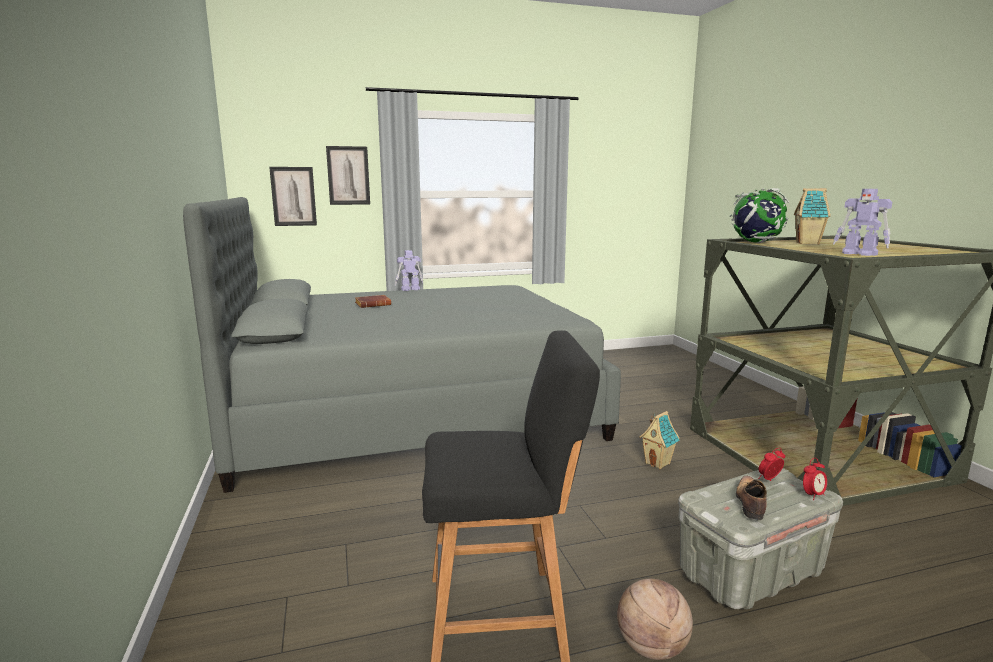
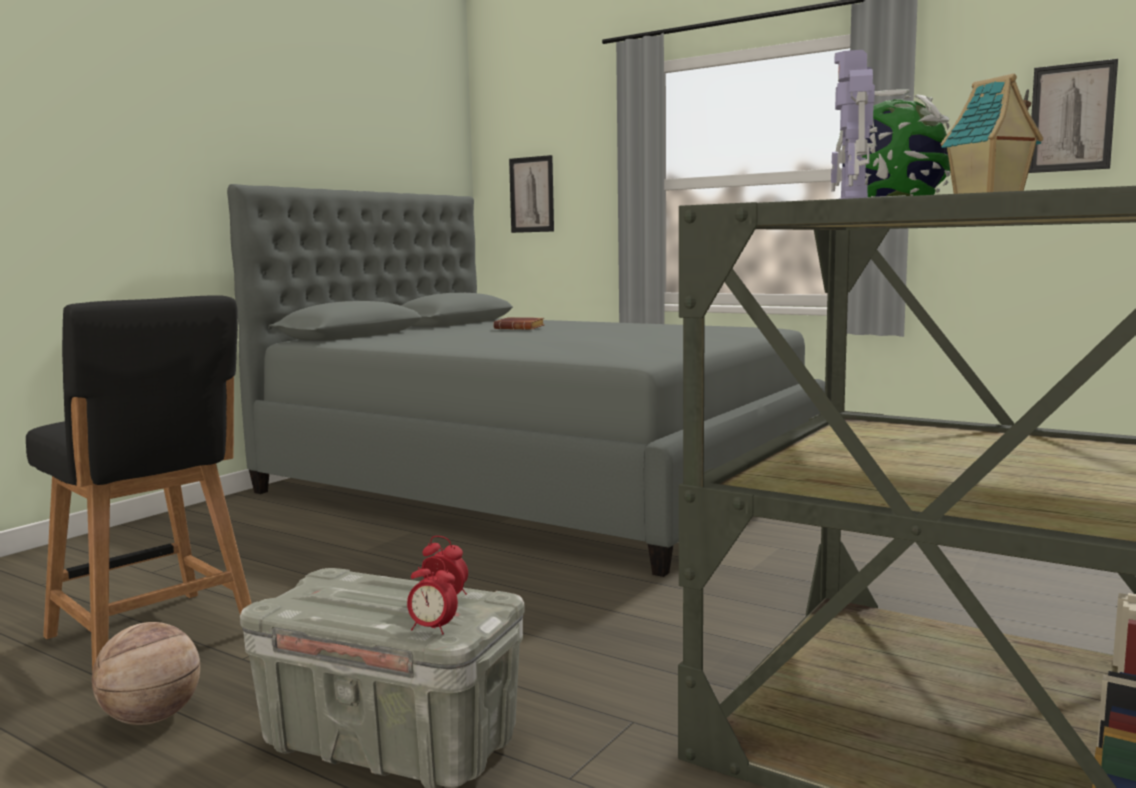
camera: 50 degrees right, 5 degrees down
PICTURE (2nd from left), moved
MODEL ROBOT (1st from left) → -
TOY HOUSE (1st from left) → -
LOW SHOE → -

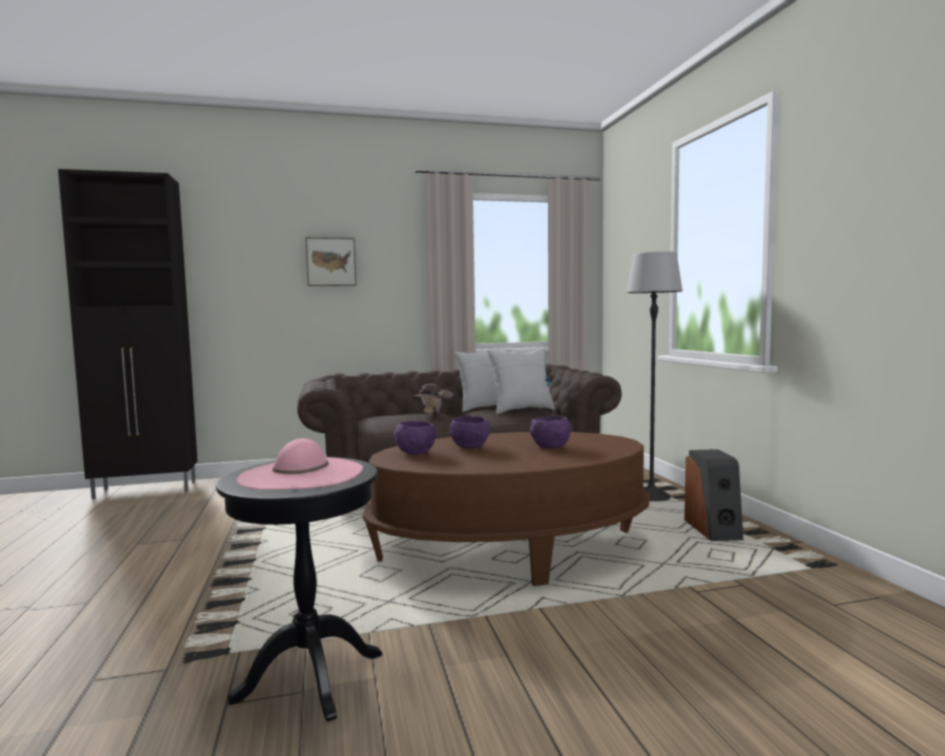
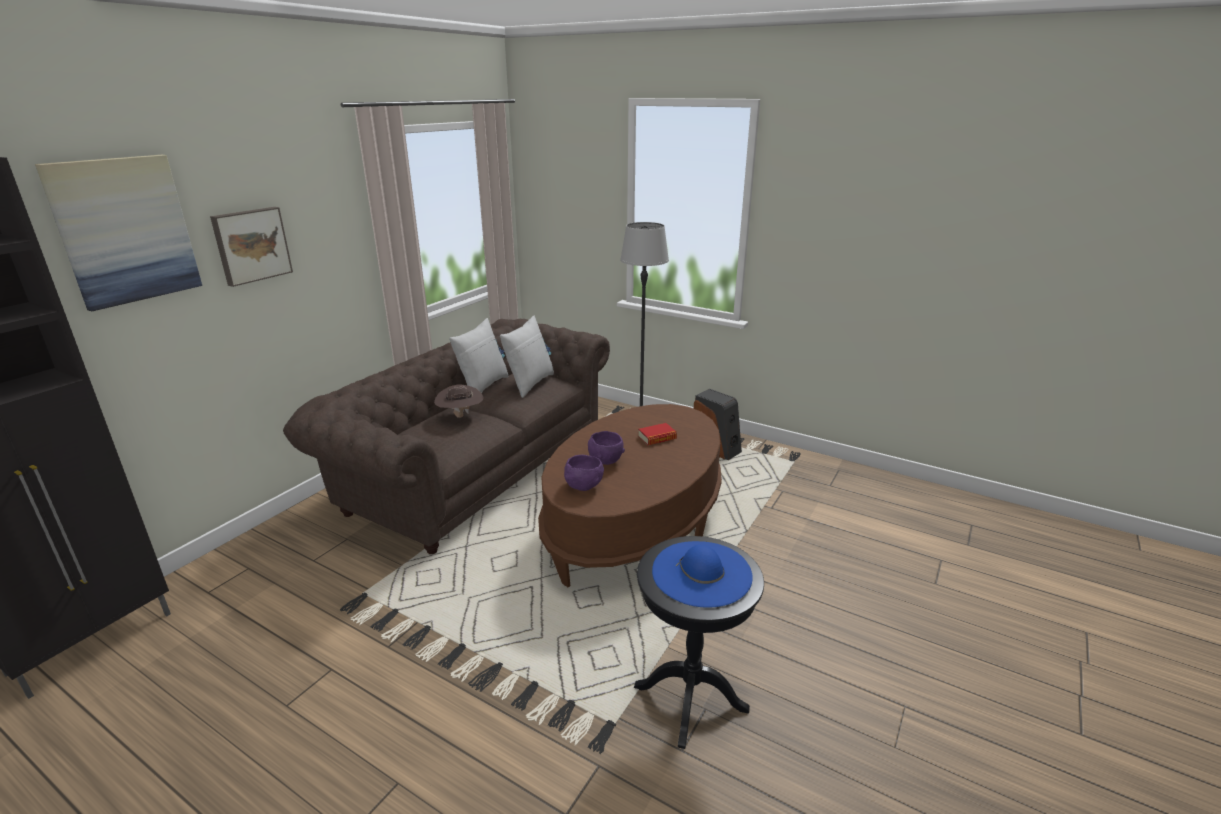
camera: 45 degrees left, 20 degrees up
PINK CLOTHING HAT → BLUISH CLOTHING HAT
PURPLE BOWL (3rd from left) → BOUND BOOK
- → PICTURE (1st from left)

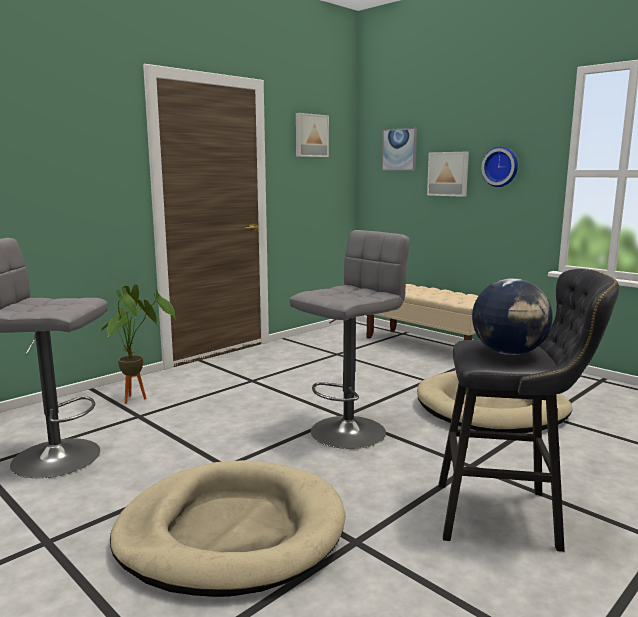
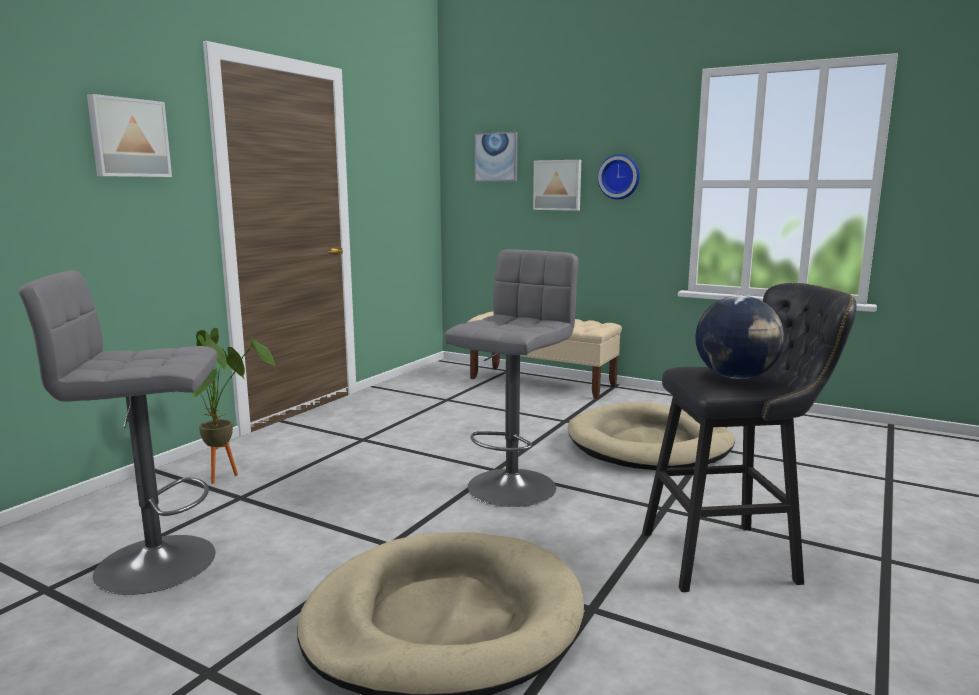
camera: 15 degrees left, 0 degrees up
PICTURE (1st from left), moved

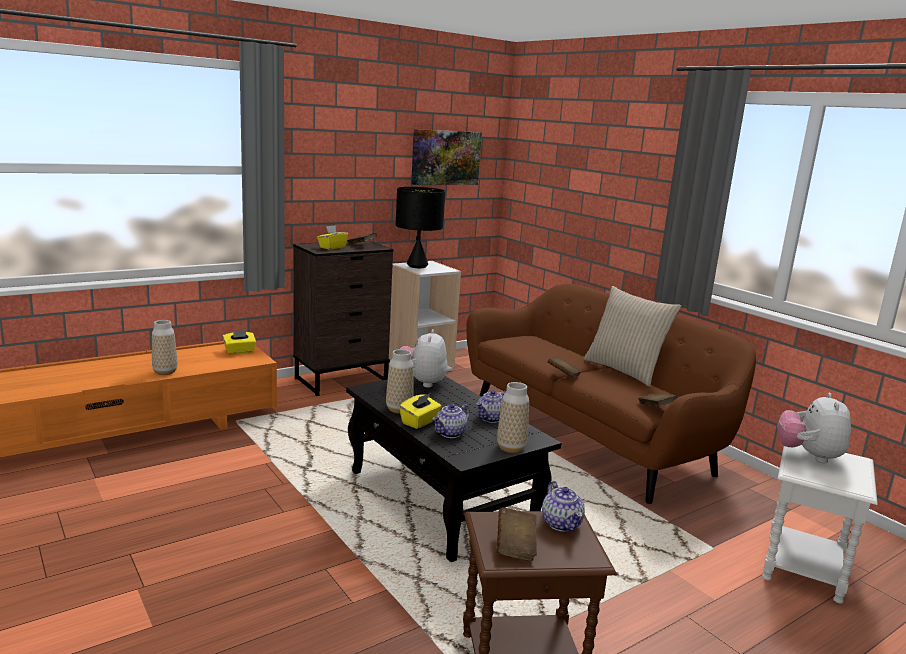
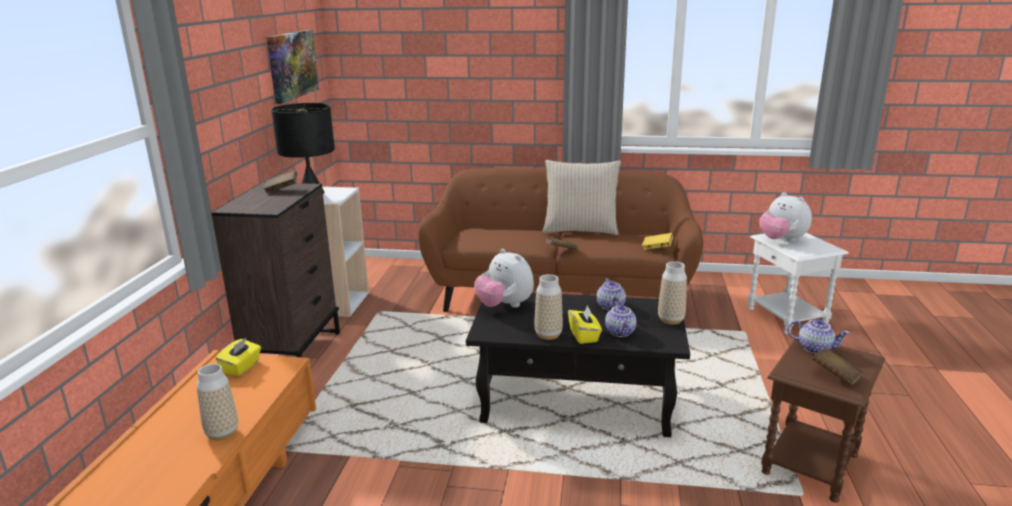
camera: 45 degrees left, 5 degrees up
YELLOW BOX OF TISSUES (2nd from left) → -
BROWNISH BOUND BOOK (4th from left) → YELLOW BOUND BOOK

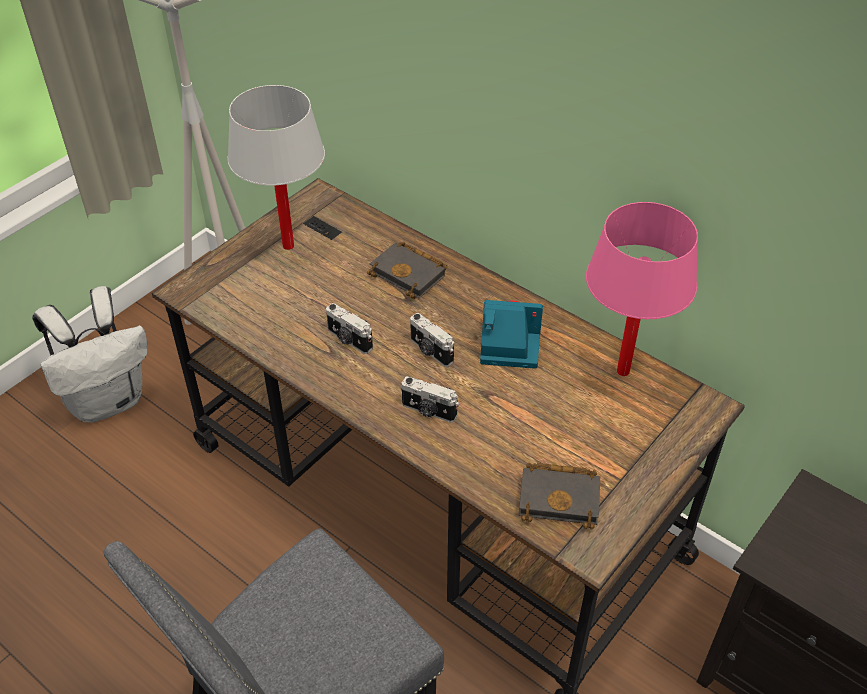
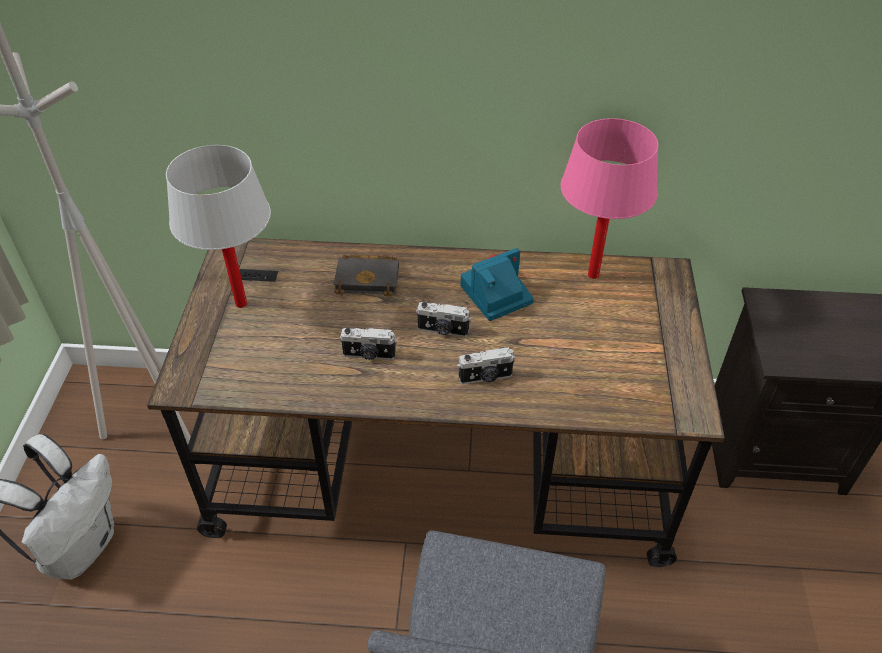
camera: 35 degrees left, 0 degrees up
BLACKISH BOUND BOOK (2nd from left) → -

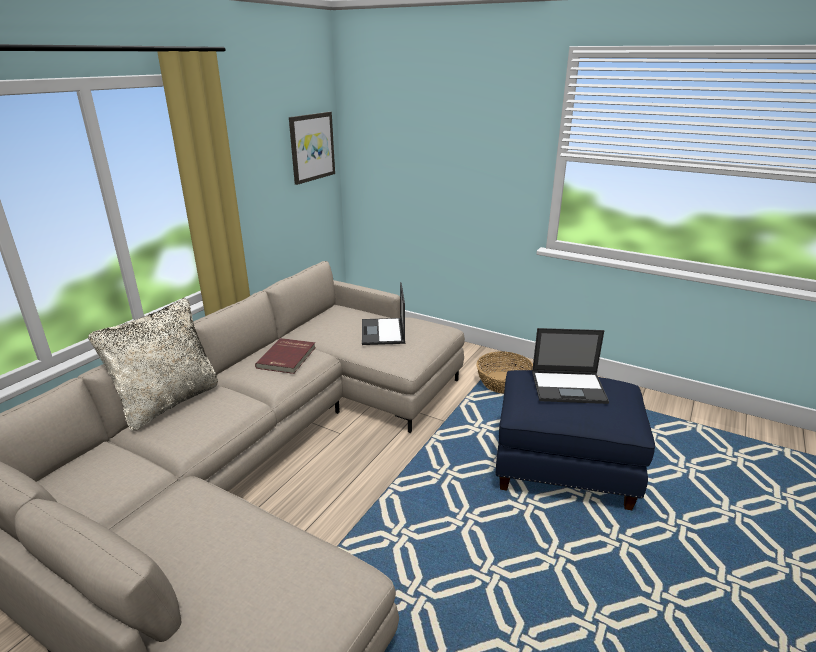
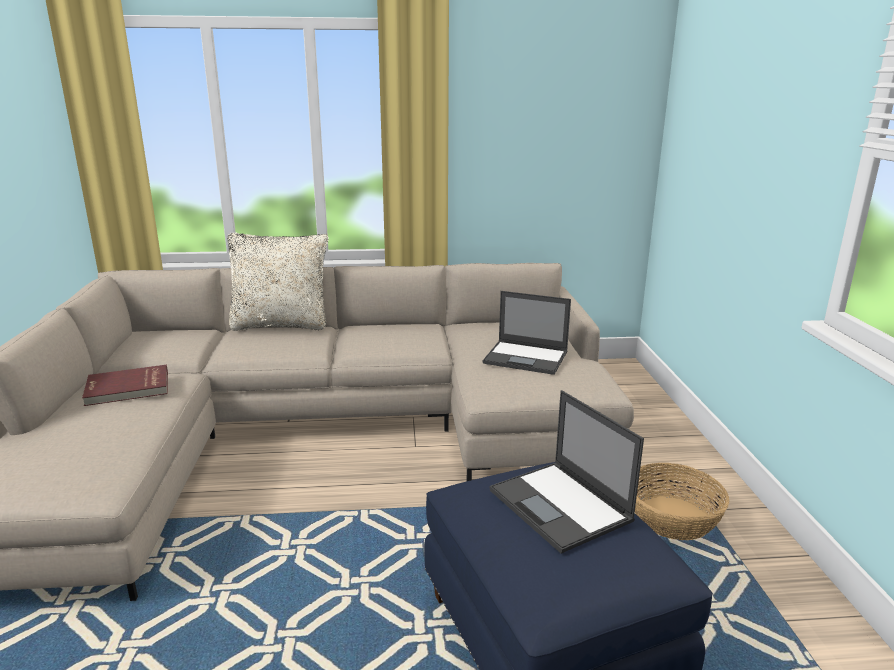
camera: 55 degrees right, 5 degrees down
RED BOUND BOOK, moved
PICTURE → -
LAPTOP (1st from left), 120 degrees counterclockwise

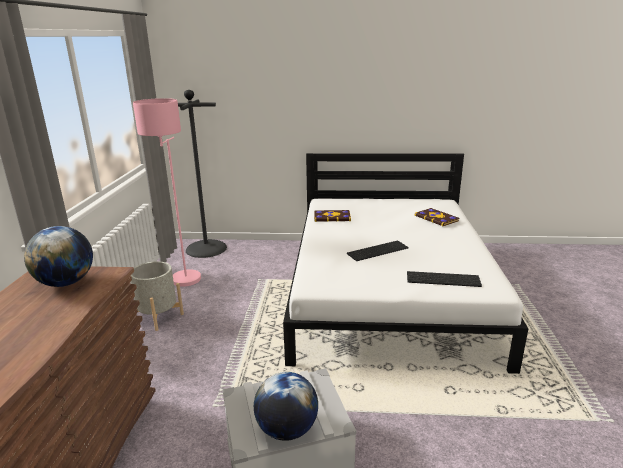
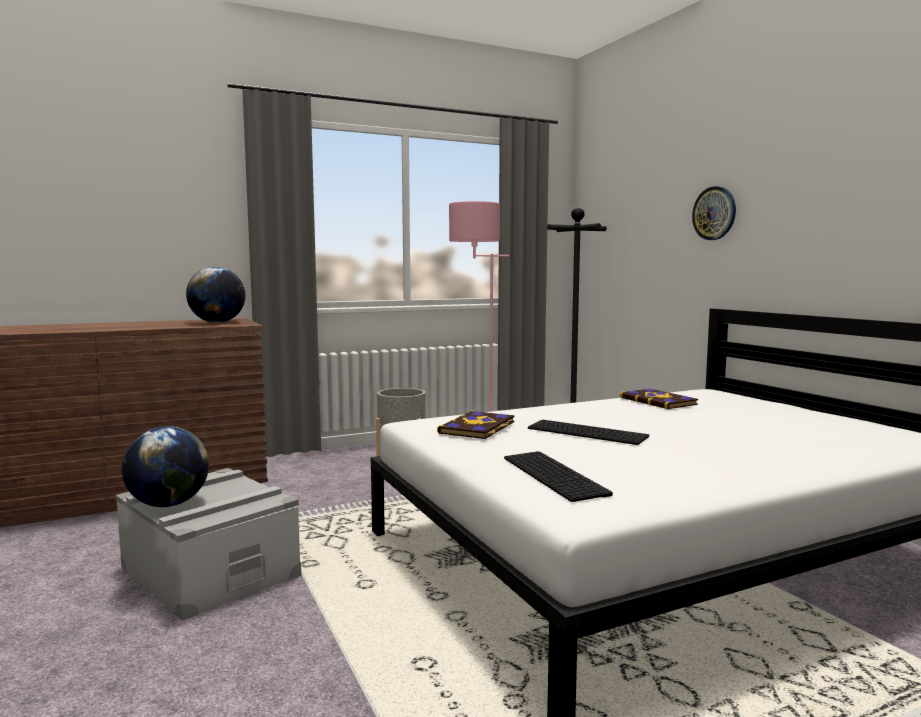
camera: 60 degrees right, 15 degrees down
BOUND BOOK (2nd from left in the first image) → BOUND BOOK (1st from left), moved
- → CLOCK ON THE WALL

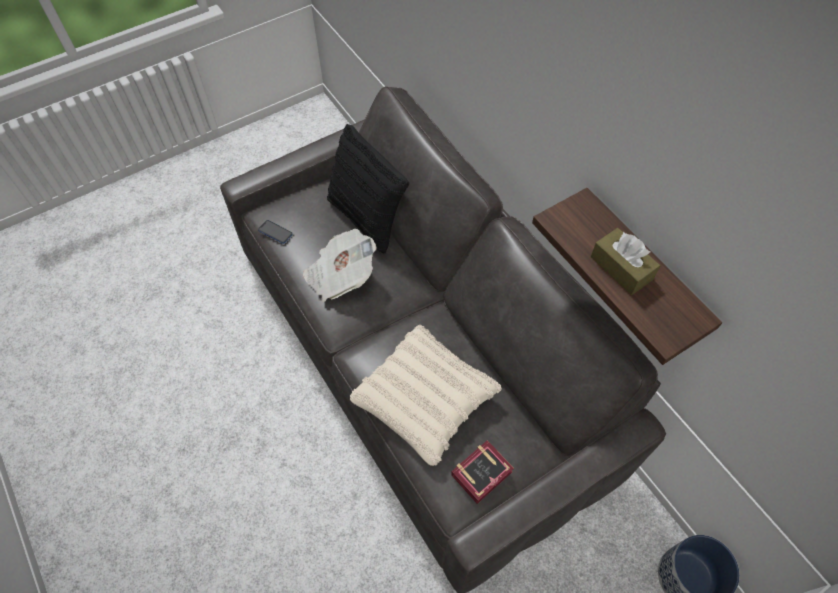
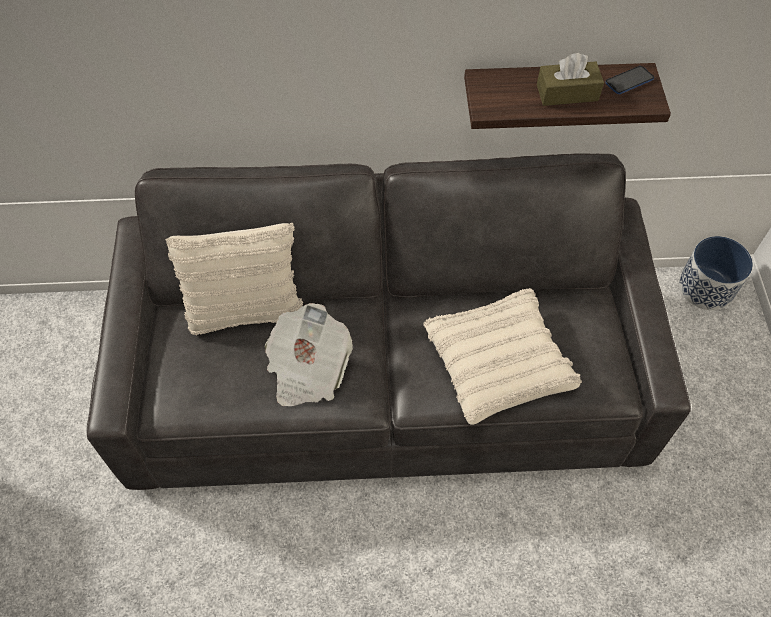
camera: 60 degrees left, 0 degrees up
PHONE, moved
BLACKISH CUSHION → BEIGE CUSHION (1st from left)
BOUND BOOK → -

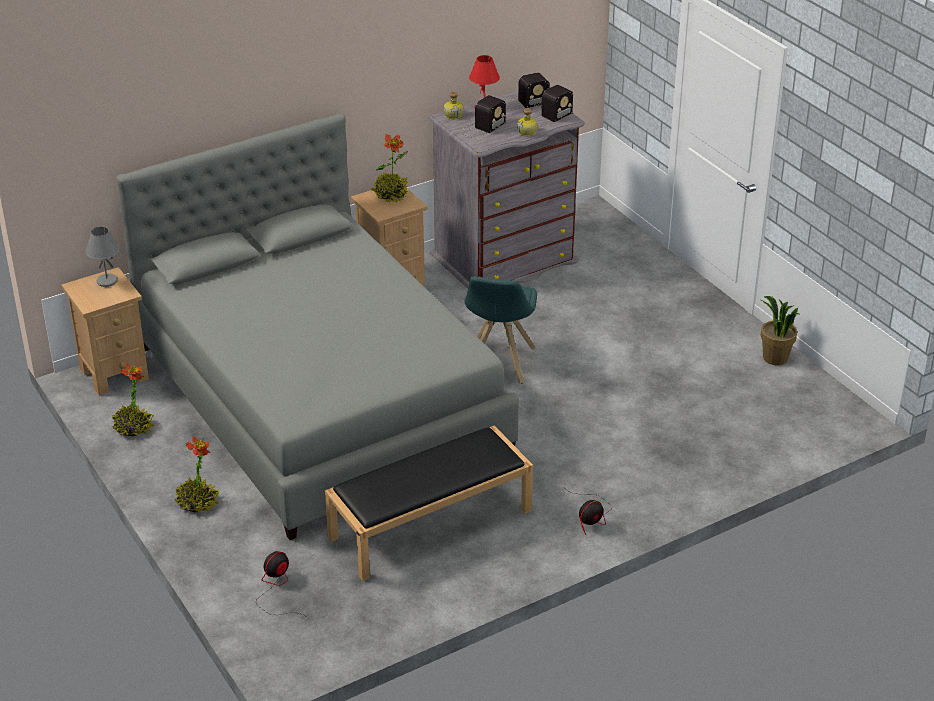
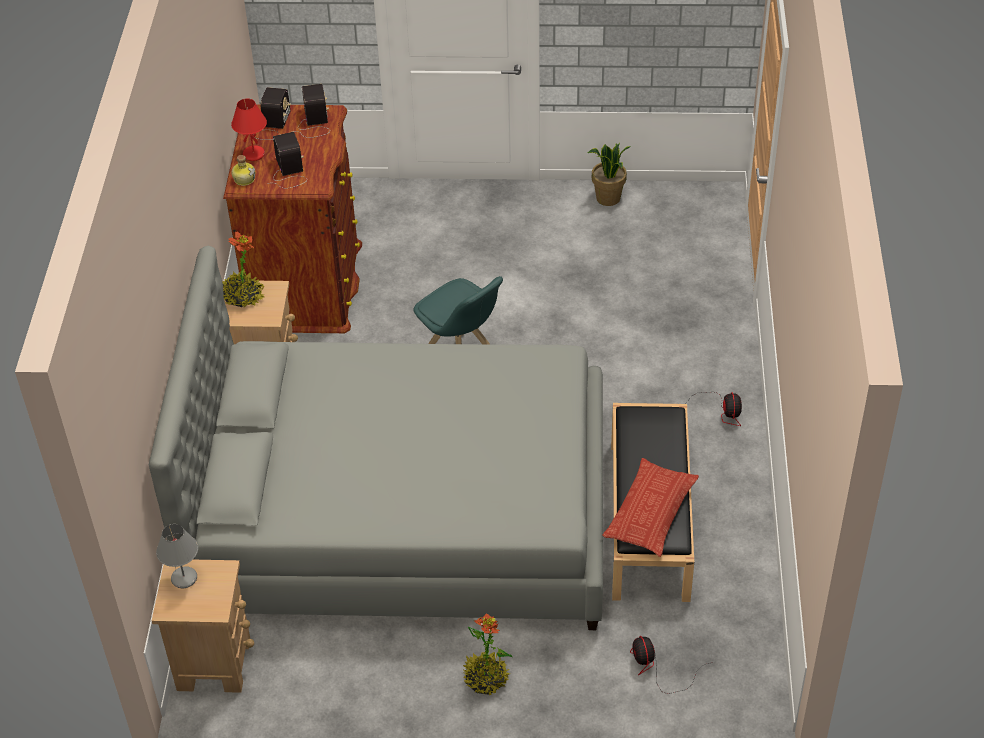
camera: 55 degrees left, 10 degrees up
POTTED PLANT (1st from left) → -
GRAY DRESSER → BROWNISH DRESSER
DRINK BOTTLE (2nd from left) → -
- → CUSHION

